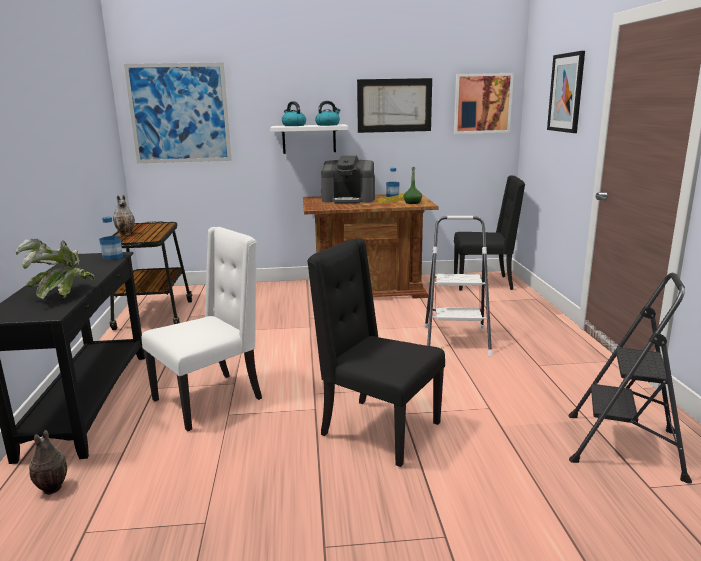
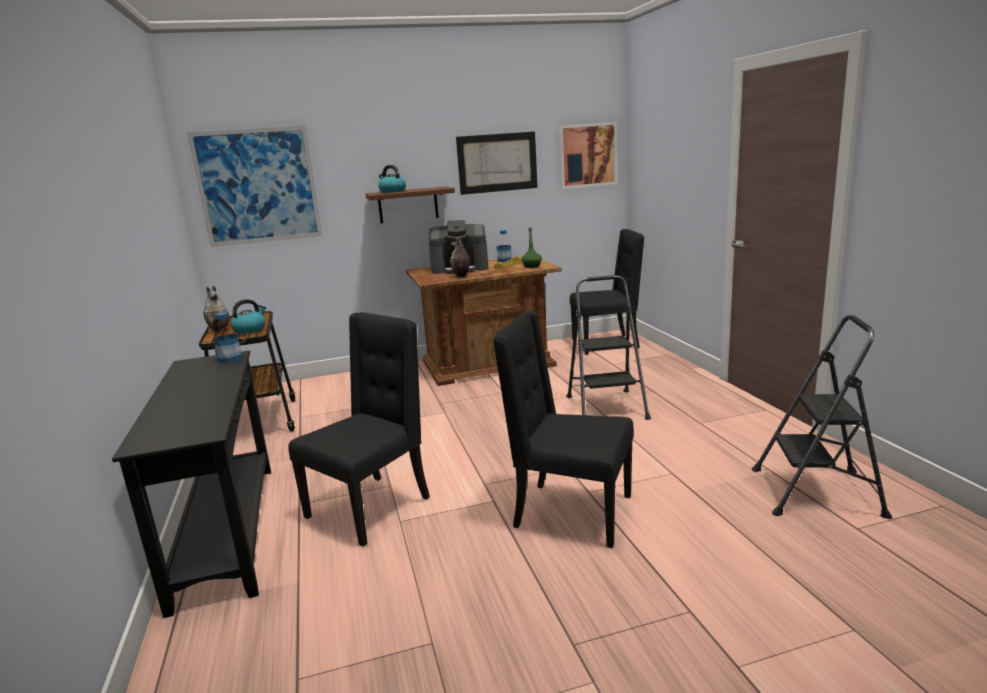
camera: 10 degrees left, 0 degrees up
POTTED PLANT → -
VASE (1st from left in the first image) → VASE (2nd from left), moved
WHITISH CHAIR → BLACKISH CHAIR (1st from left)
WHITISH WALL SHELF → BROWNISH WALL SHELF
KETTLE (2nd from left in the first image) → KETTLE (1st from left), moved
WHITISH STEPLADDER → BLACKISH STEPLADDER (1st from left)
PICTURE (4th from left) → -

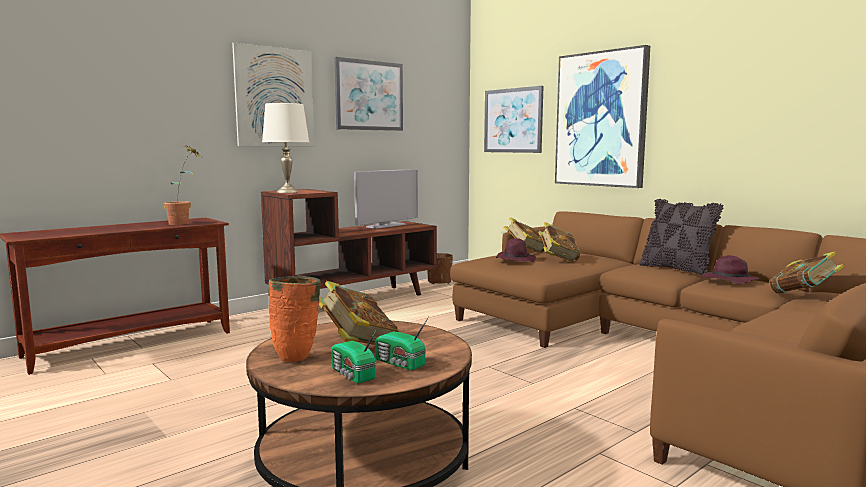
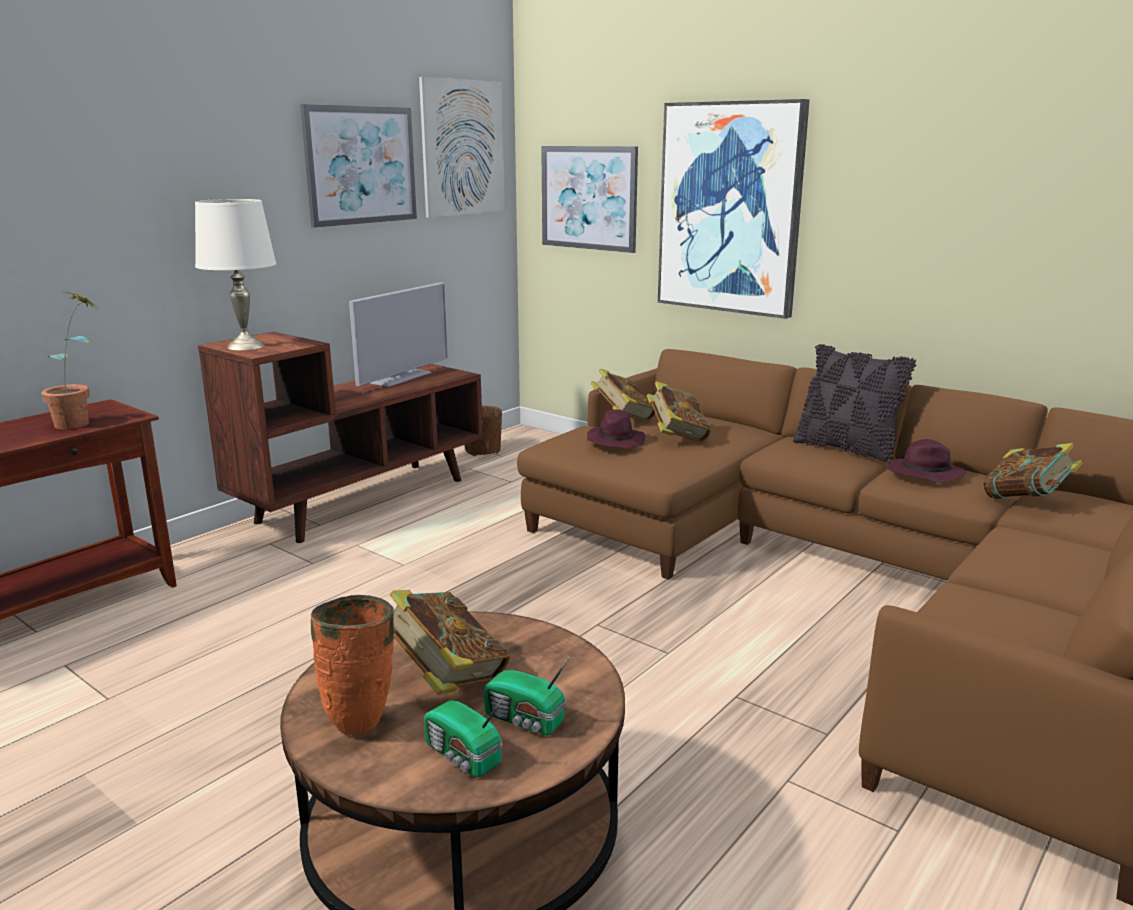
camera: 10 degrees left, 10 degrees up
PICTURE (1st from left in the first image) → PICTURE (2nd from left), moved

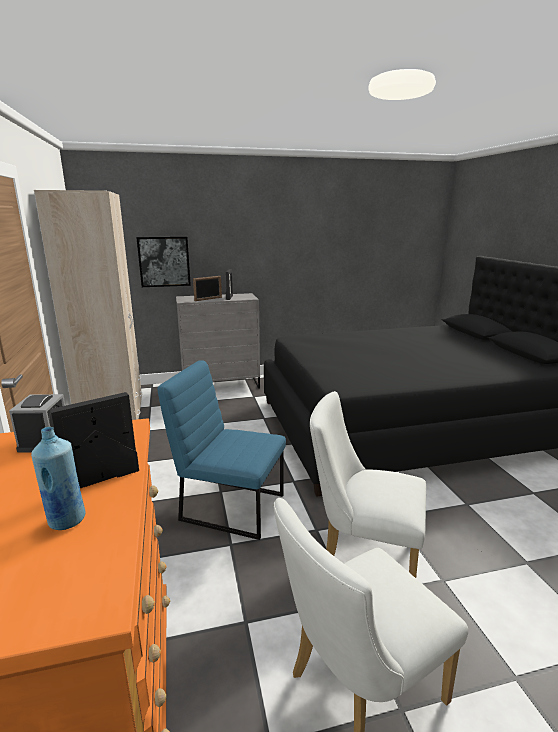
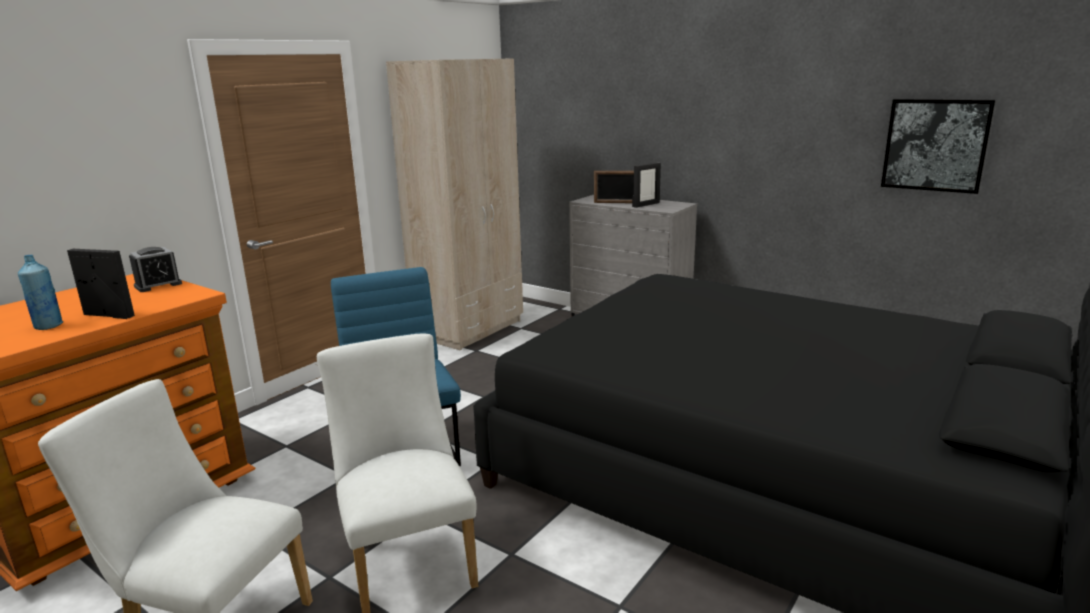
camera: 50 degrees right, 0 degrees up
PICTURE, moved

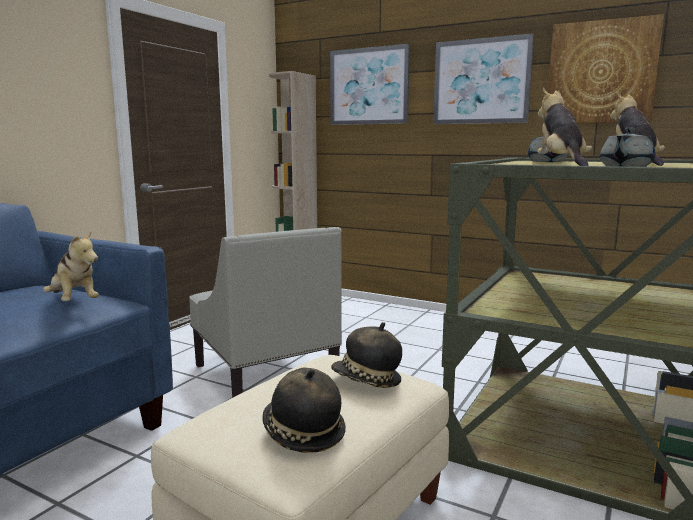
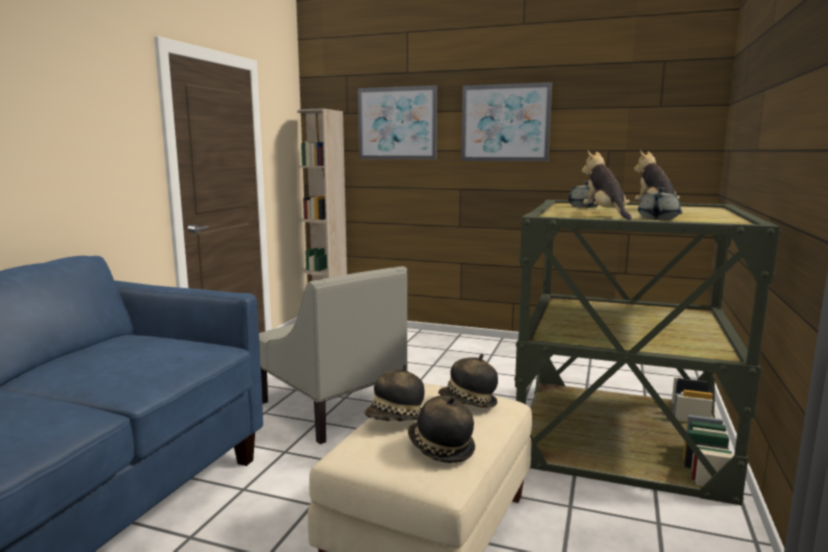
camera: 10 degrees left, 0 degrees up
PLUSH TOY (1st from left) → -
PICTURE (3rd from left) → -
- → CLOTHING HAT (1st from left)

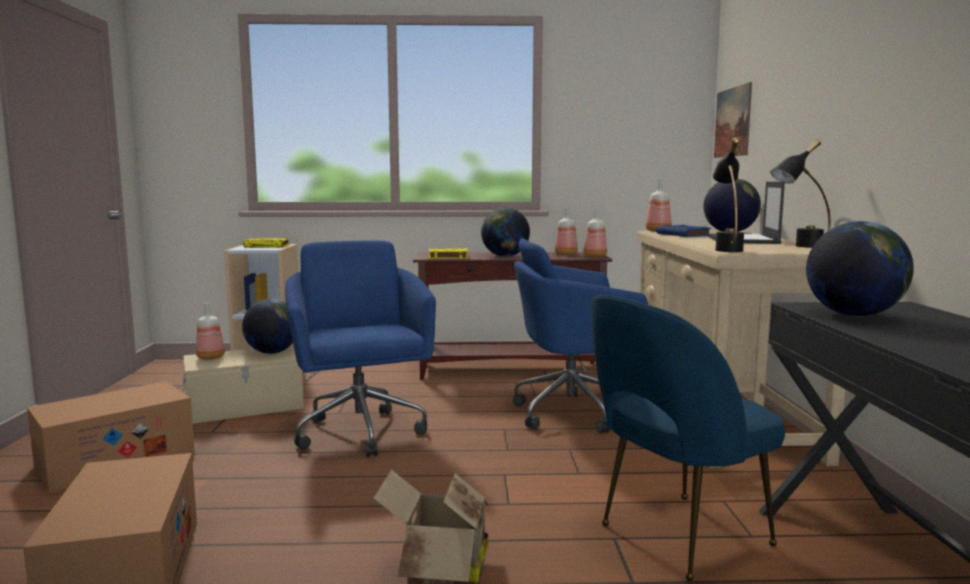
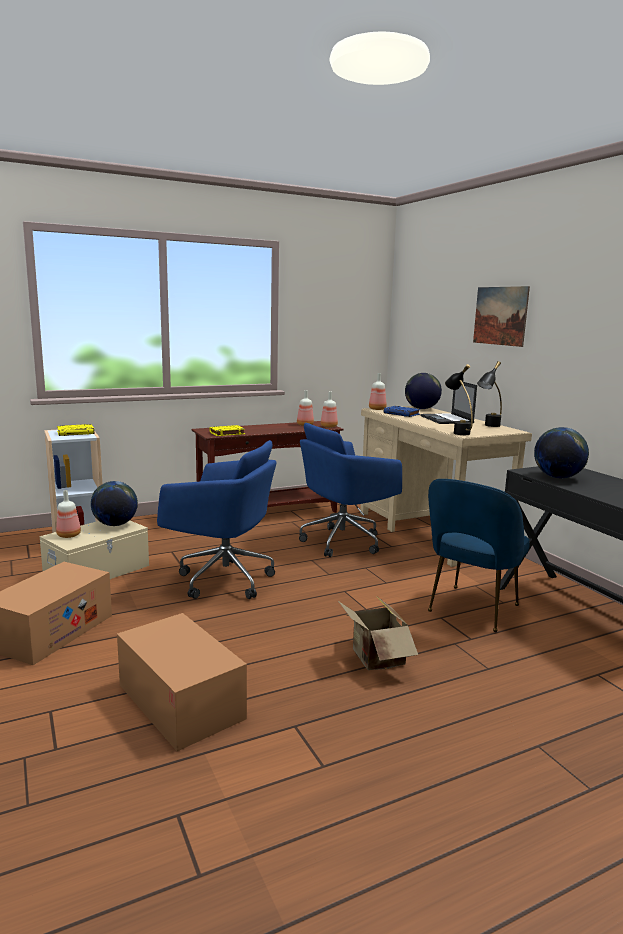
camera: 25 degrees left, 5 degrees up
BLUISH COMPUTER CHAIR (1st from left), 150 degrees clockwise
GLOBE (2nd from left) → -
PICTURE, moved

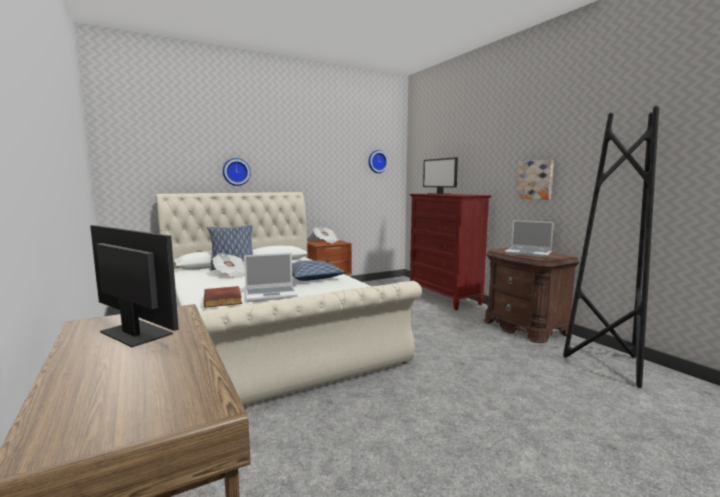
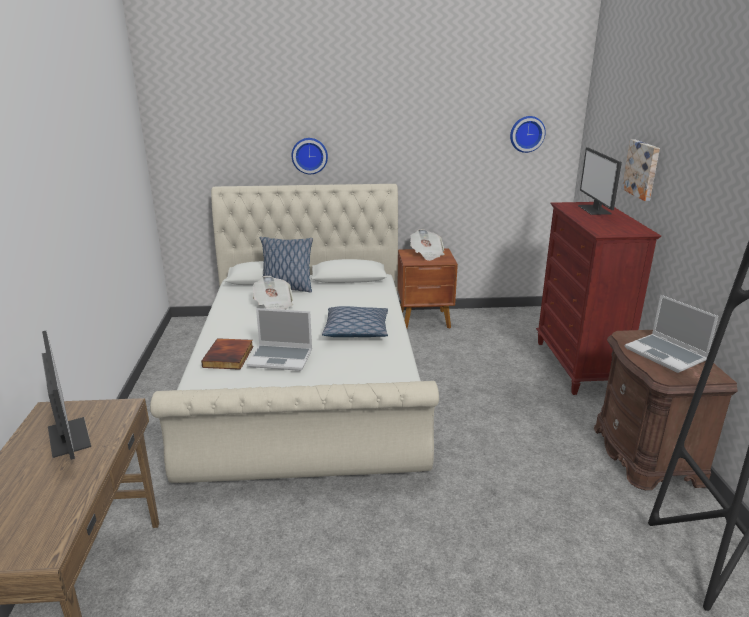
camera: 25 degrees right, 15 degrees up
PICTURE, moved

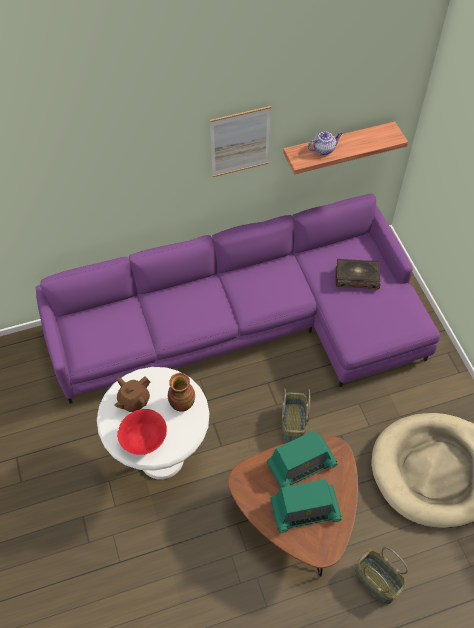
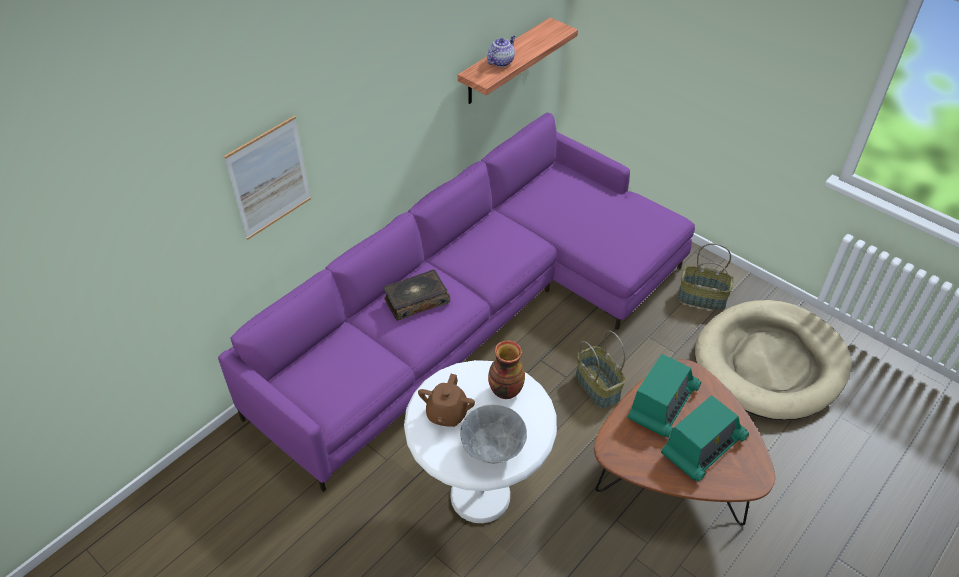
camera: 30 degrees left, 10 degrees down
RED BOWL → GRAY BOWL
PICTURE, moved
BOUND BOOK, moved
BASKET (2nd from left), moved

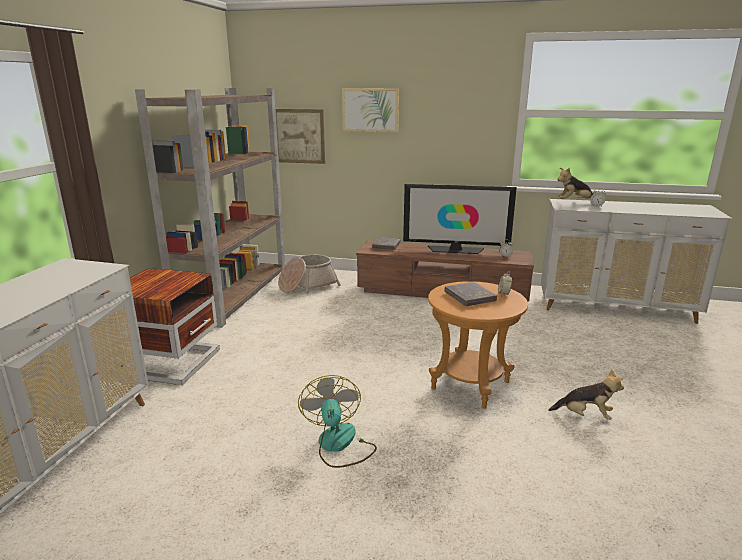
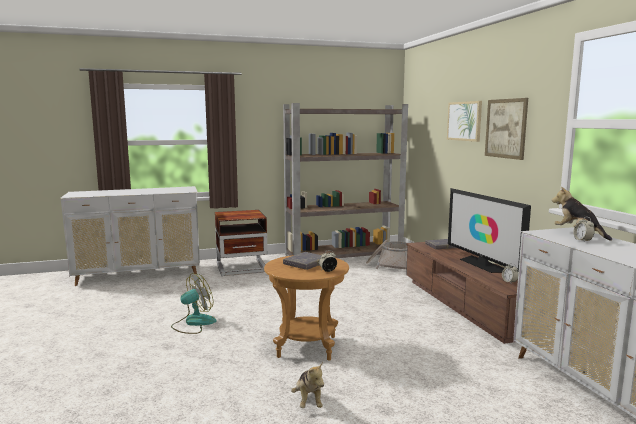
camera: 60 degrees right, 10 degrees down
PICTURE (1st from left in the first image) → PICTURE (2nd from left), moved

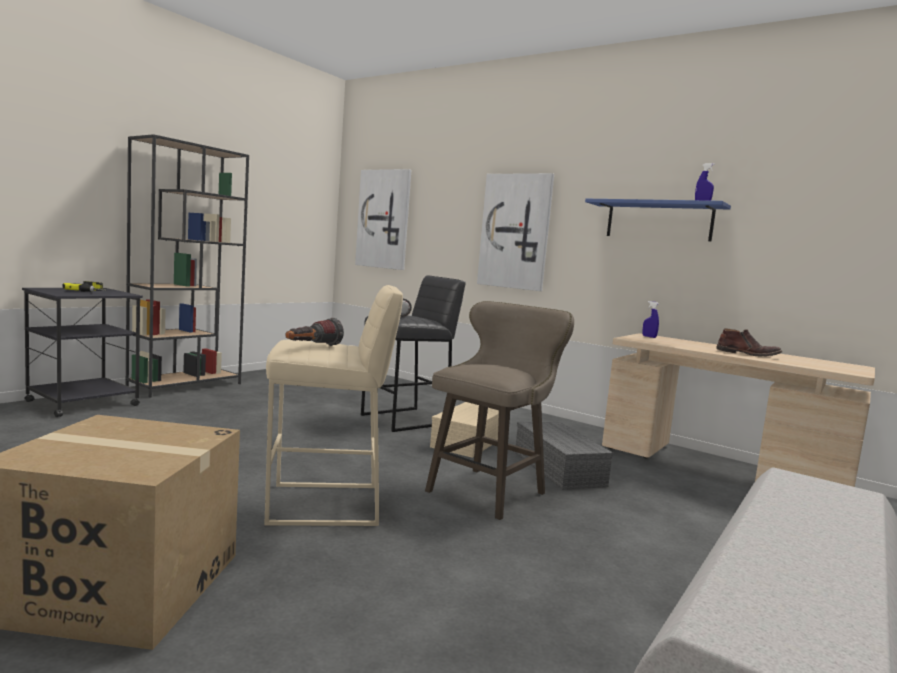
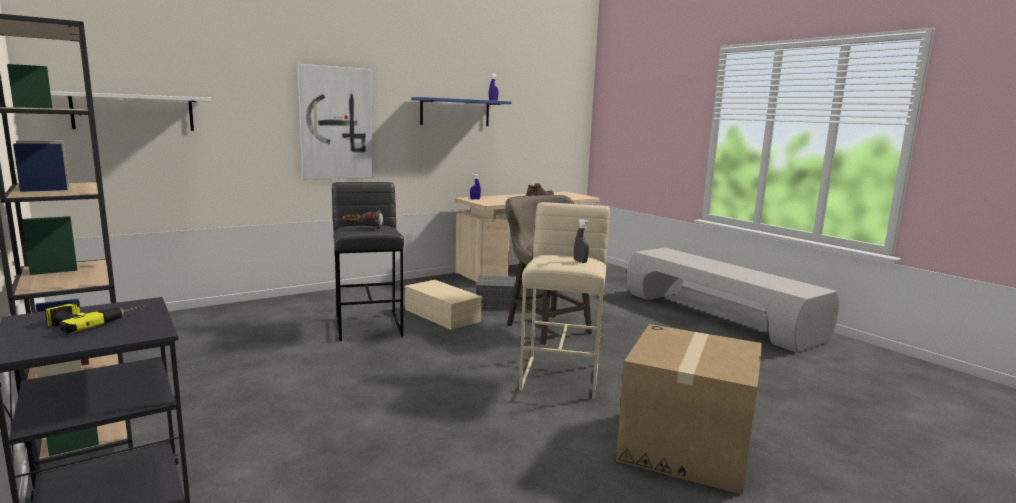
camera: 70 degrees left, 5 degrees up
FLASHLIGHT (1st from left) → GRAY SPRAYER
PICTURE (1st from left) → WHITISH WALL SHELF

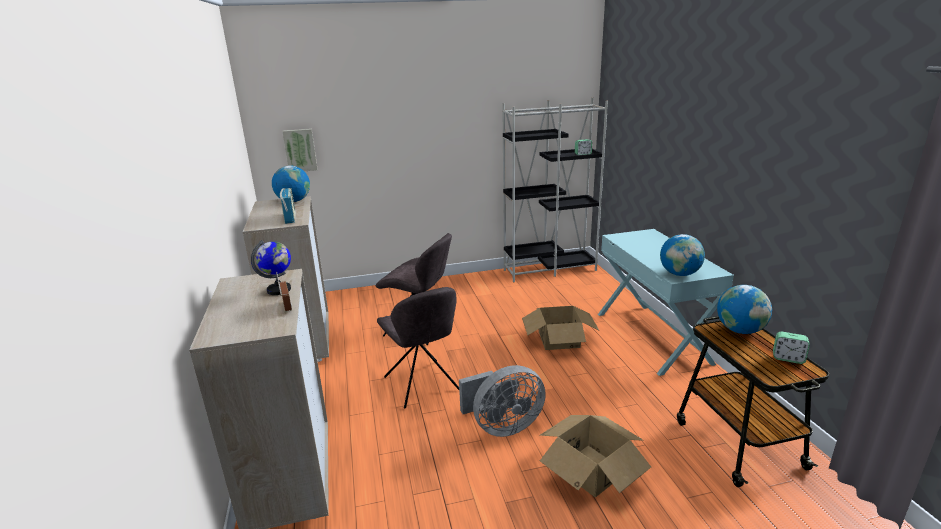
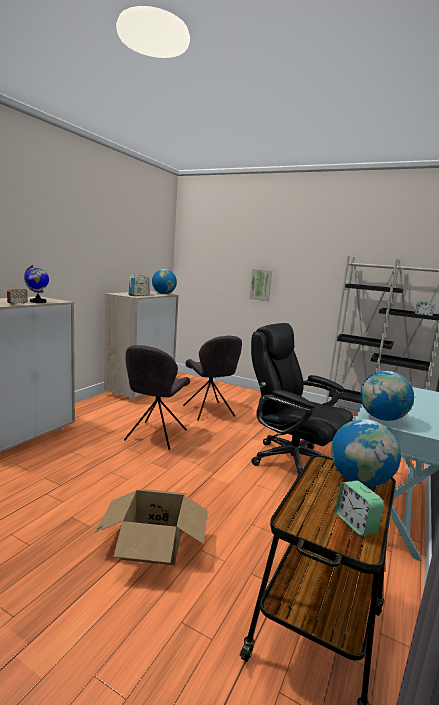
camera: 40 degrees right, 10 degrees down
PICTURE, moved
GRAY FAN → -
CARDBOARD BOX (1st from left) → BLACKISH COMPUTER CHAIR

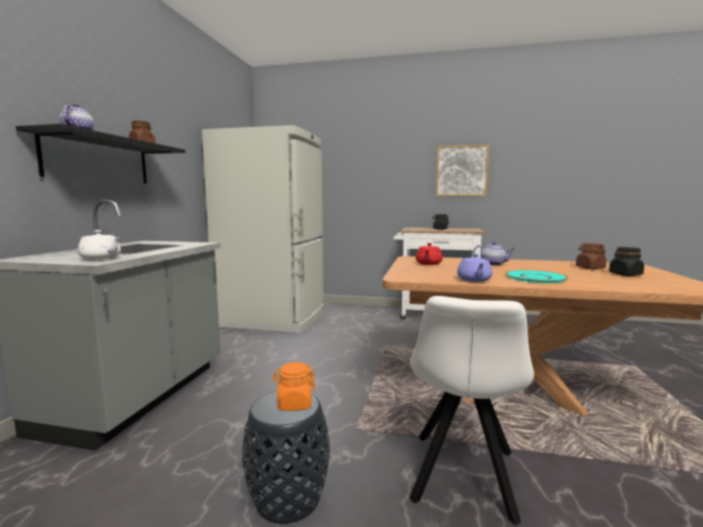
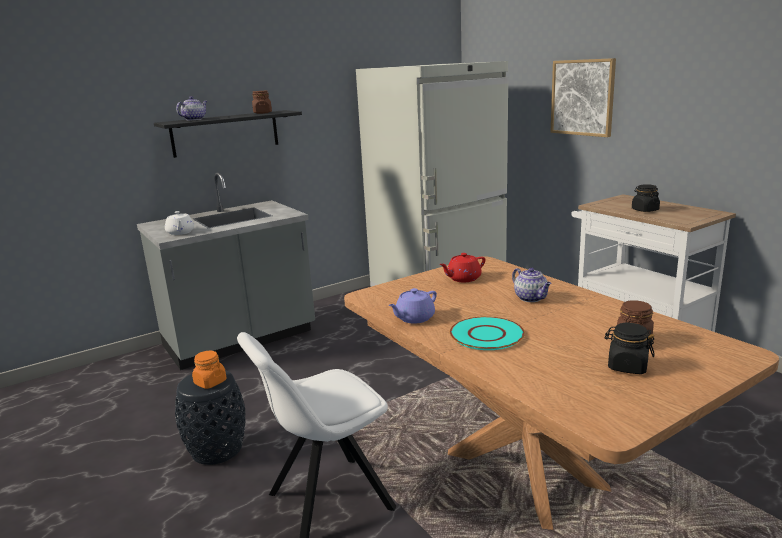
camera: 45 degrees right, 10 degrees up
PICTURE, moved

